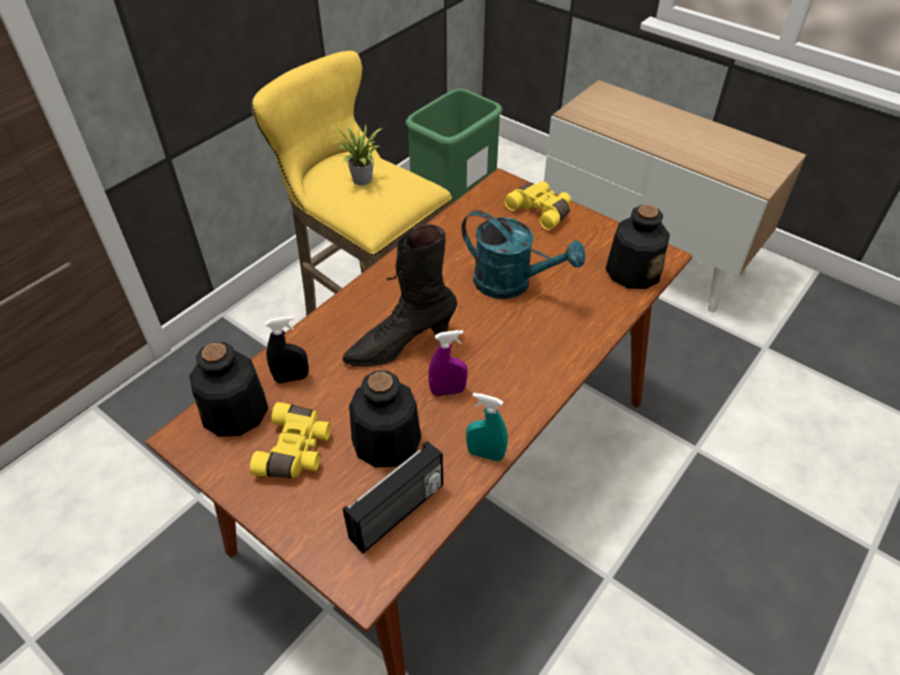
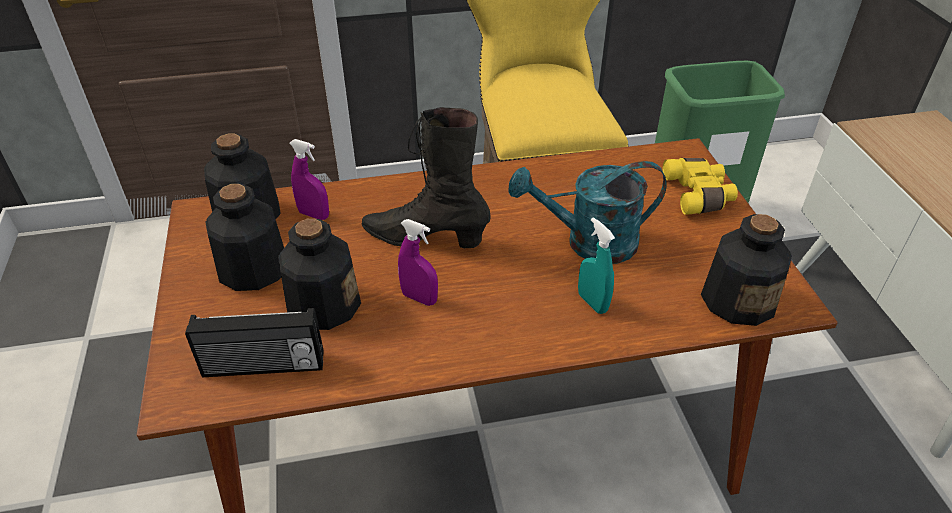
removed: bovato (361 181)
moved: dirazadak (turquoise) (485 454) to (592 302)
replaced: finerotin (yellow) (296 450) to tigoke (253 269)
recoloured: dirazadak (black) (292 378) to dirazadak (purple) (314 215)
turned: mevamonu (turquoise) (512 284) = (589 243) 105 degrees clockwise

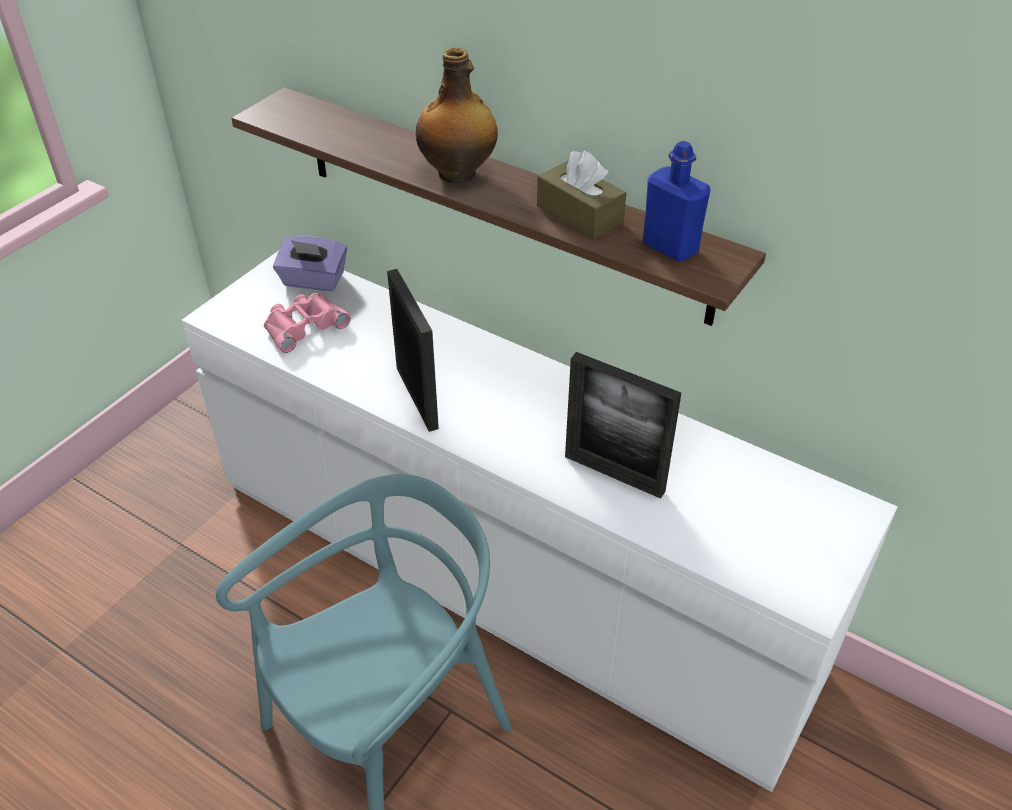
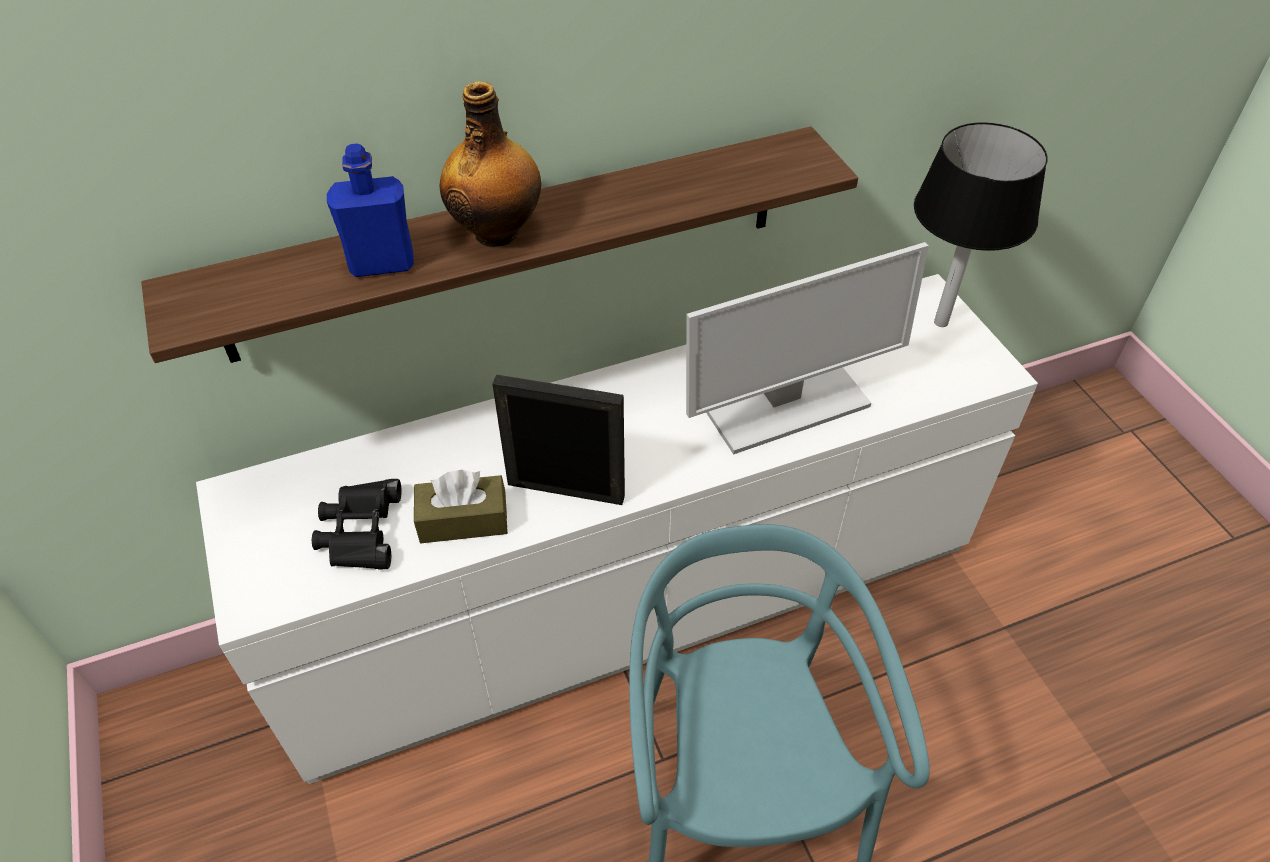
removed: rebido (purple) (313 280)
added: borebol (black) (941 323)
moved: tigoke (blue) (670 247) to (382 264); rebido (brown) (579 214) to (463 520)
replaced: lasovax (614 474) to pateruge (783 406)
recoloured: finerotin (pink) (303 326) to finerotin (black) (359 530)

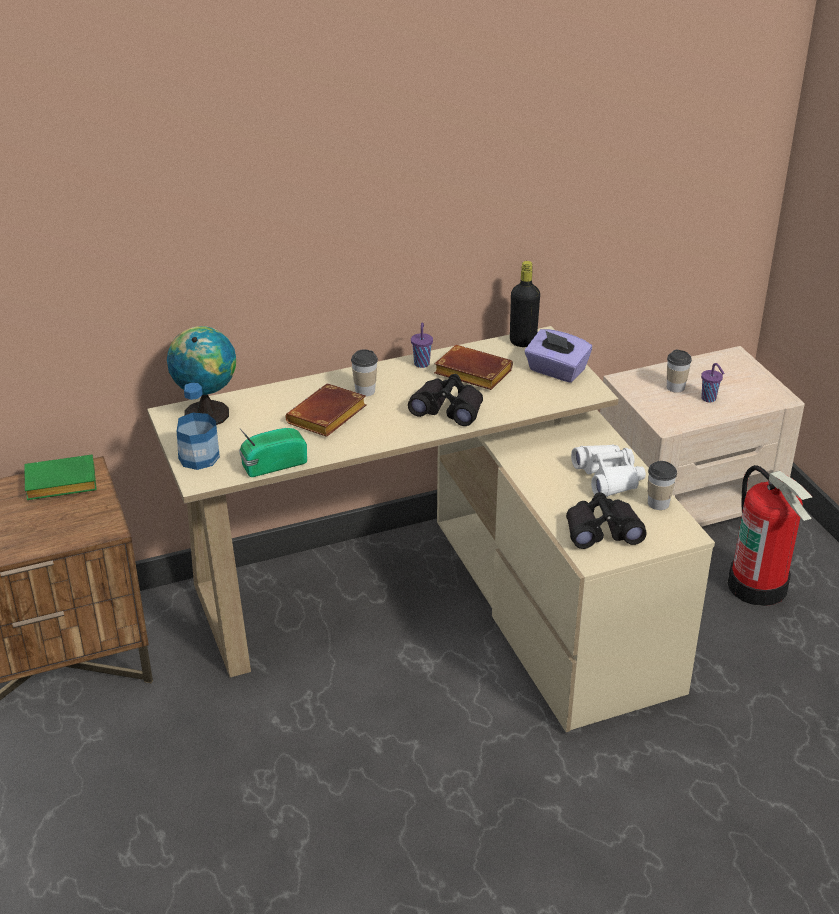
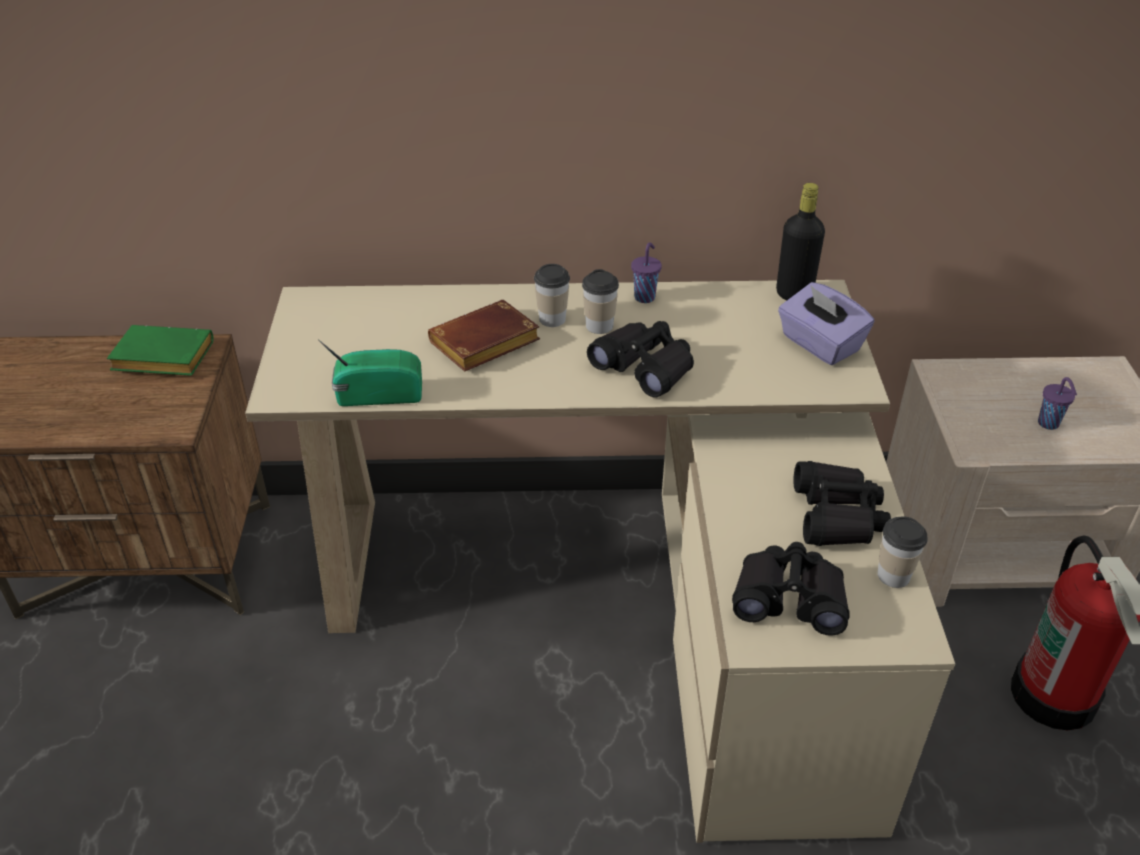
removed: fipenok (207 412); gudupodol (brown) (470 374); tigoke (199 457)
moved: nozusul (675 387) to (599 326)
recoloured: finerotin (white) (608 477) to finerotin (black) (837 515)

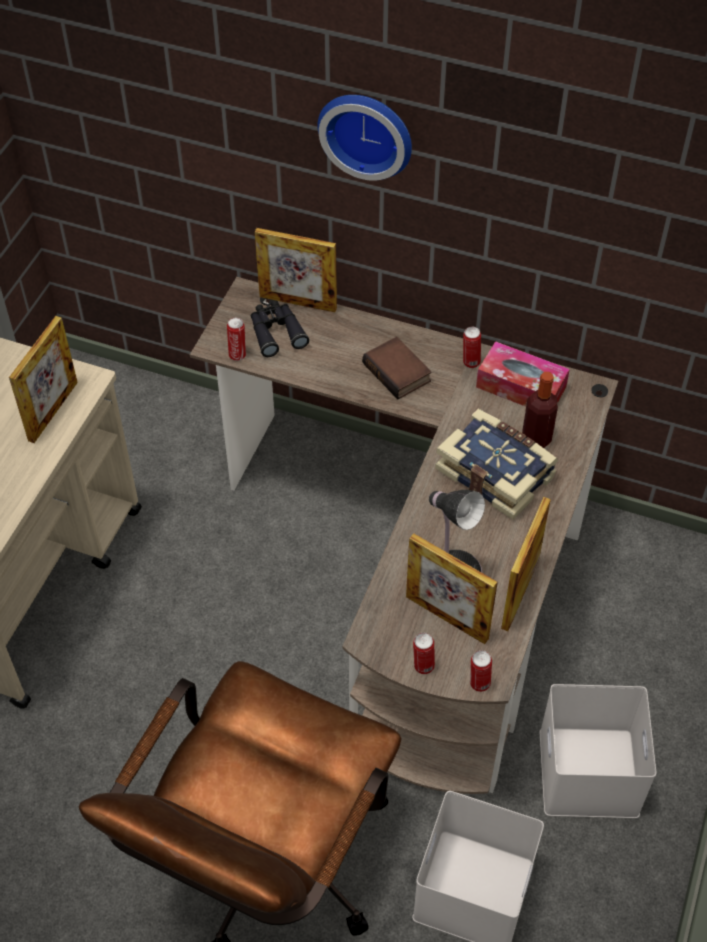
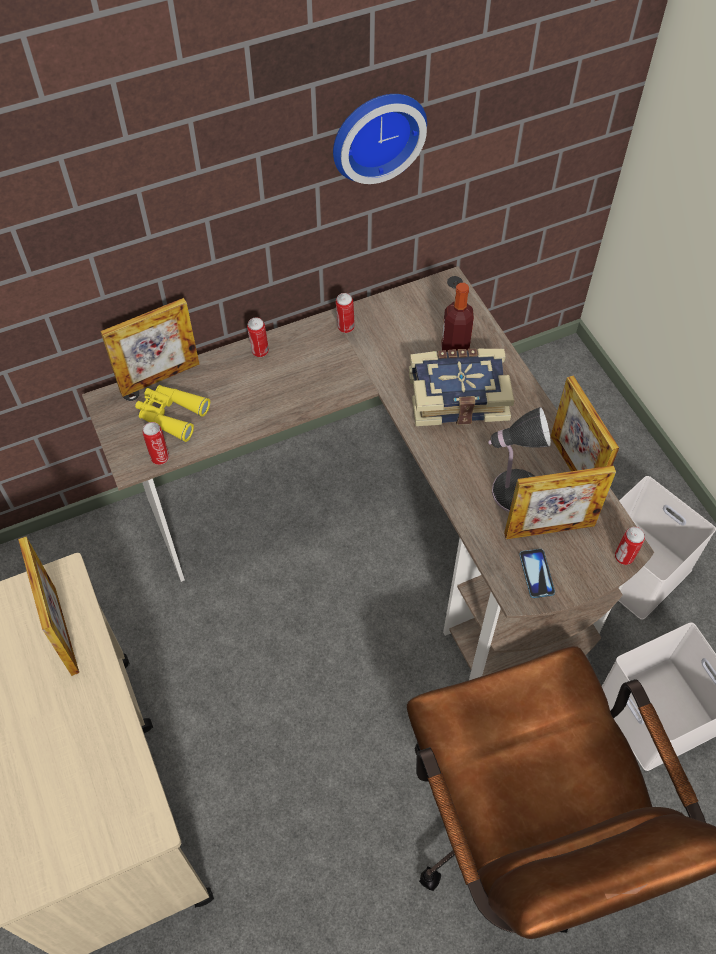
removed: gudupodol (399 372); rebido (521 387)
added: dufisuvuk (536 574)
moved: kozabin (367 132) to (376 133); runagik (423 666) to (259 352)
recoloured: finerotin (black) (276 332) to finerotin (yellow) (171 415)

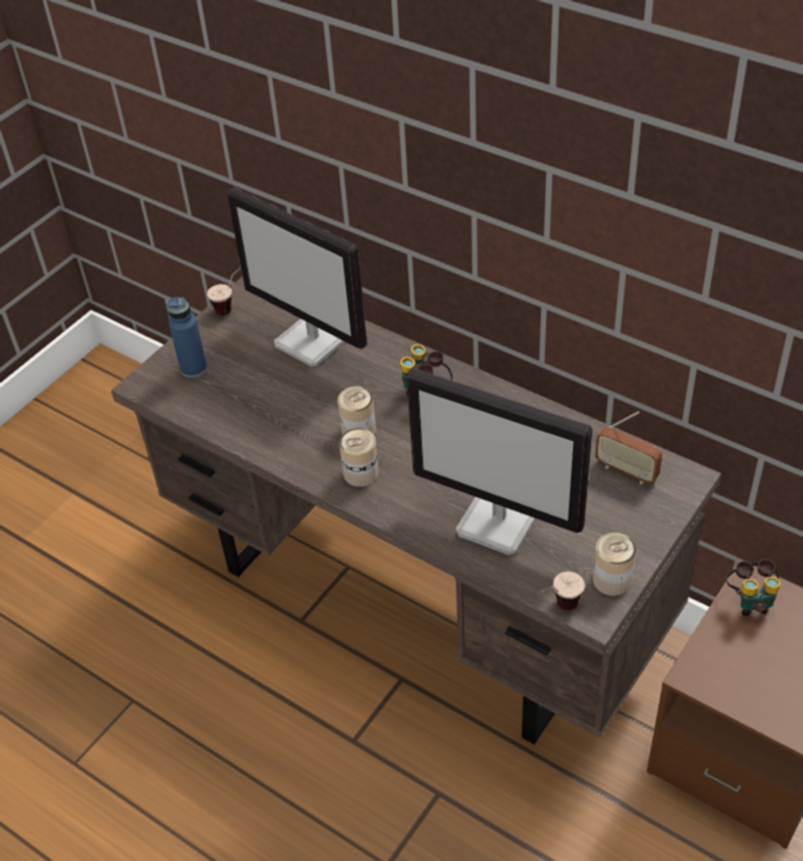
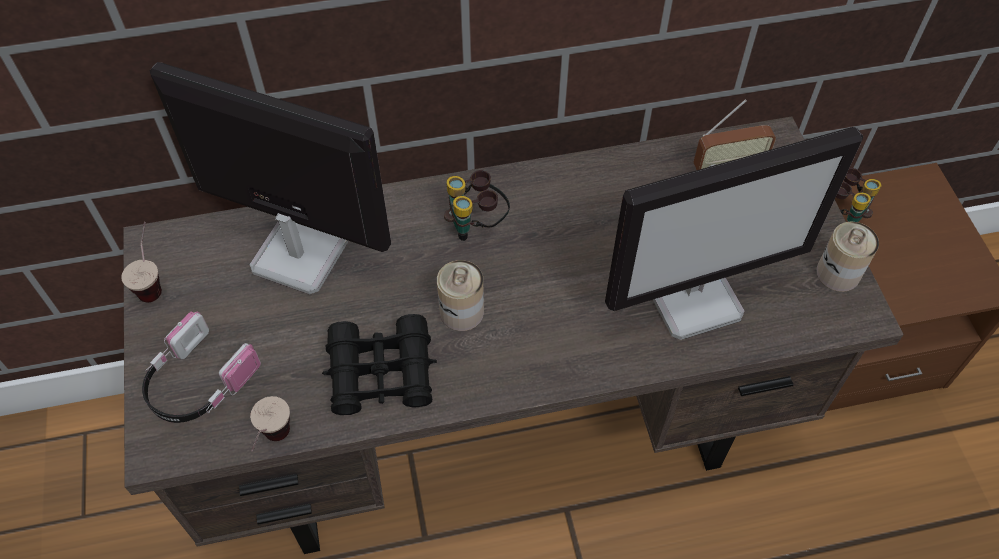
removed: runagik (361 473)
added: finerotin (black) (381 373)
moved: nozusul (557 609) to (273 444)
replaced: tigoke (blue) (193 368) to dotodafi (198 383)
turned: pateruge (313 341) = (297 255) 150 degrees counterclockwise

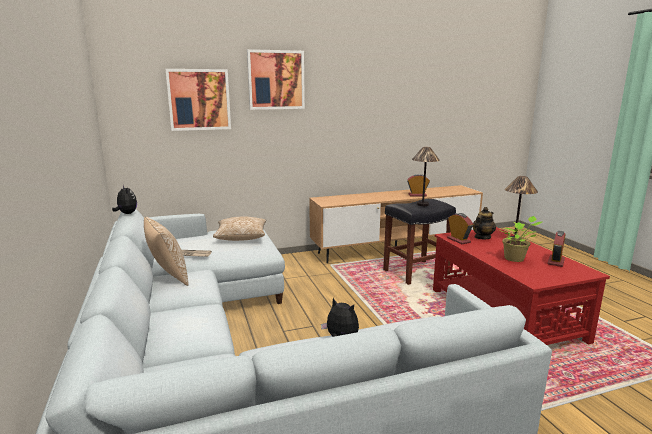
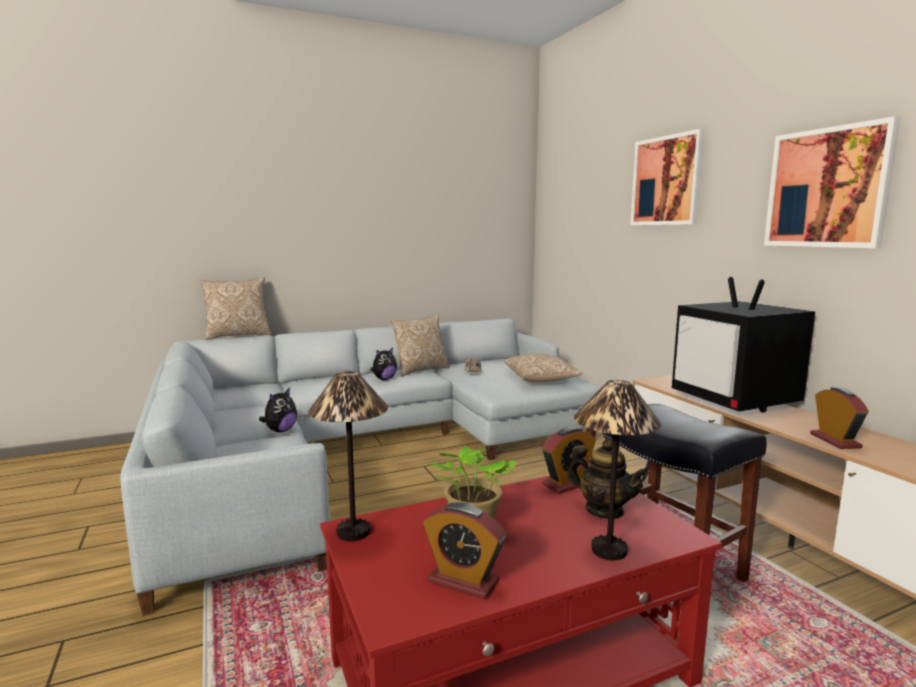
added: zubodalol (735 401); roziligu (238 335)
moved: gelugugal (199 99) to (827 188); borebol (423 204) to (354 532); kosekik (126 213) to (384 379)

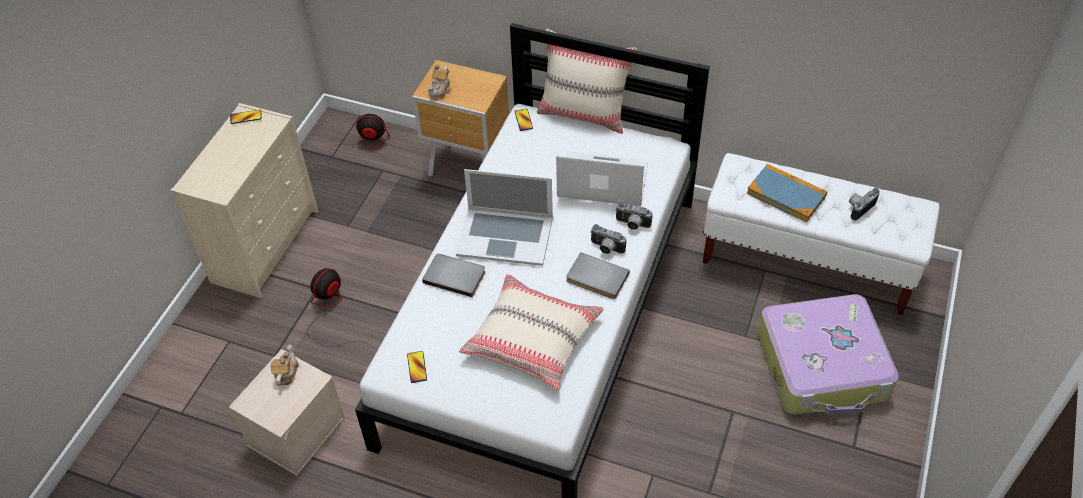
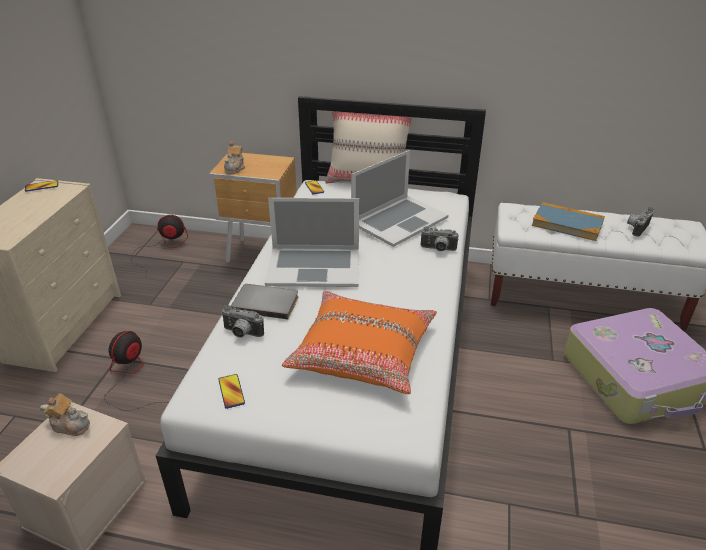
removed: gudupodol (grey) (596 279)
moved: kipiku (606 248) to (241 333)
recoloured: roziligu (beige) (532 339) to roziligu (orange) (363 352)
turned: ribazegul (602 180) = (399 220) 135 degrees clockwise; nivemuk (286 373) = (70 425) 105 degrees clockwise

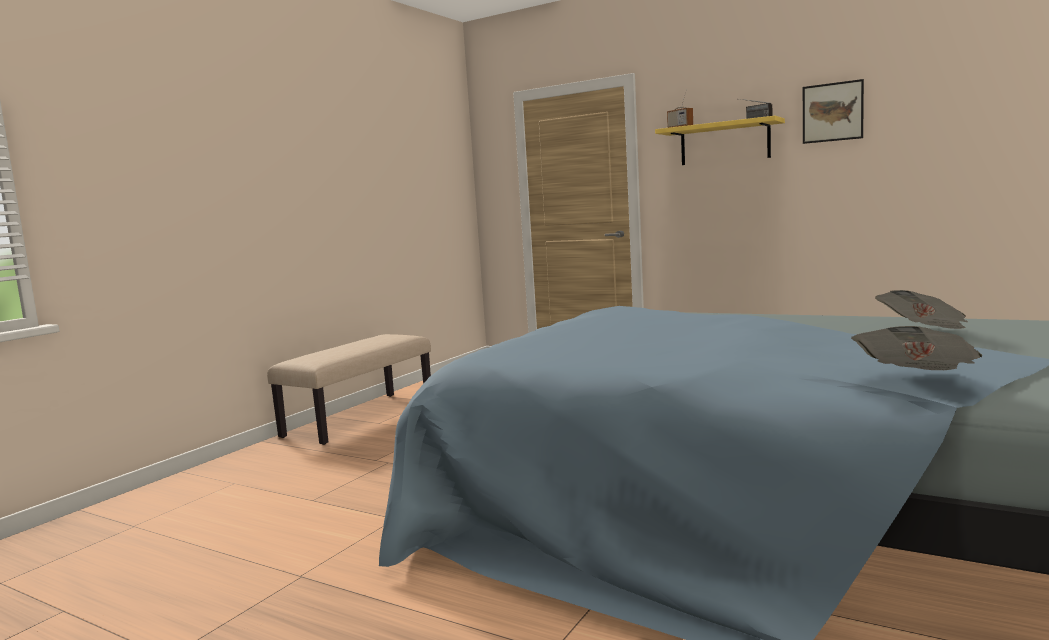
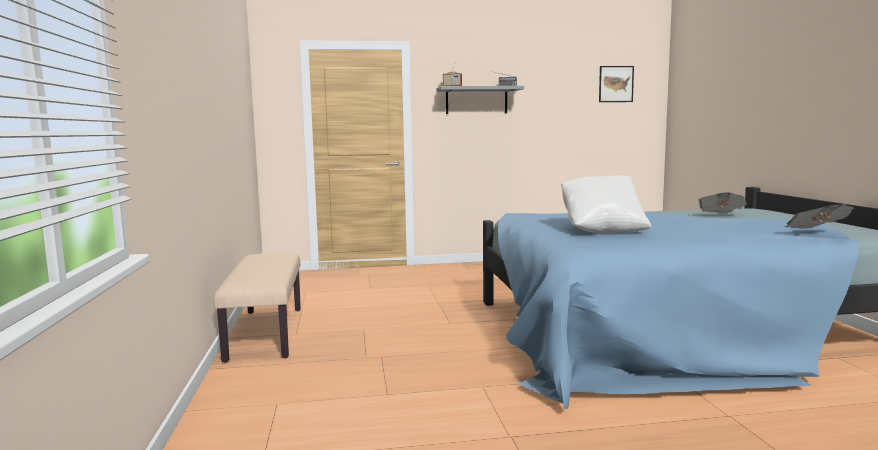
added: roziligu (white) (602 230)
moved: gelugugal (832 112) to (616 84)
recoloured: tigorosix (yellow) (724 143) to tigorosix (grey) (476 100)

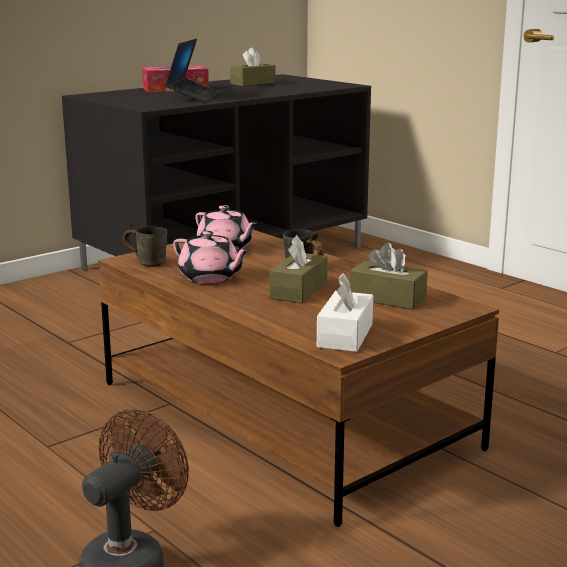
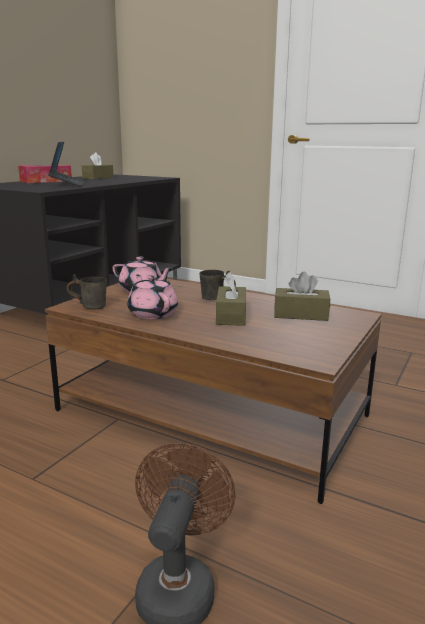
removed: rebido (white) (345 335)
turned: nivemuk (pink) (210 277) = (152 313) 135 degrees counterclockwise

